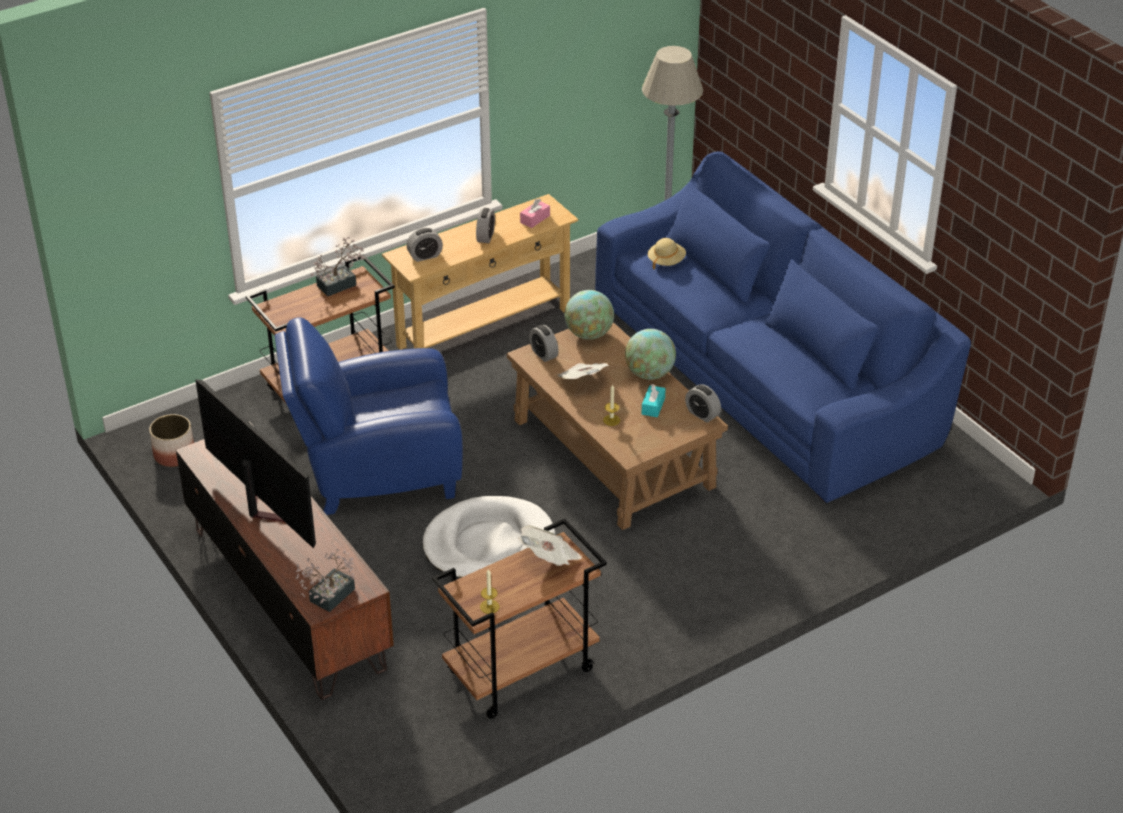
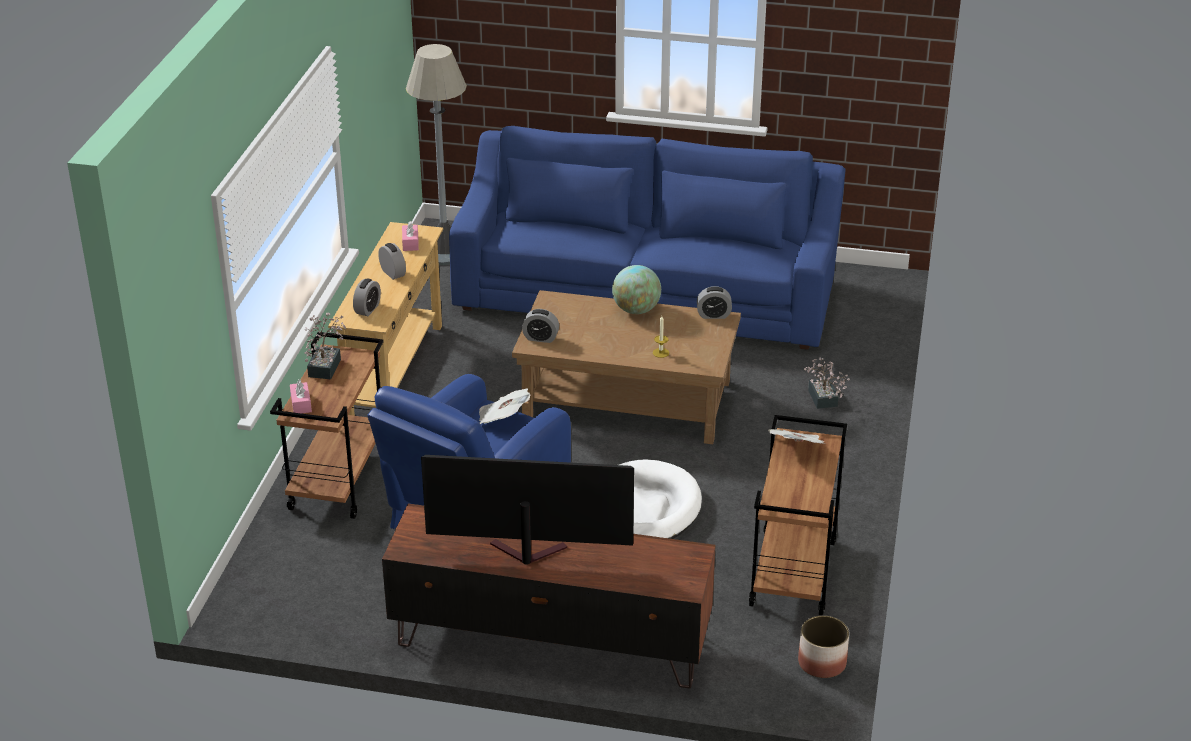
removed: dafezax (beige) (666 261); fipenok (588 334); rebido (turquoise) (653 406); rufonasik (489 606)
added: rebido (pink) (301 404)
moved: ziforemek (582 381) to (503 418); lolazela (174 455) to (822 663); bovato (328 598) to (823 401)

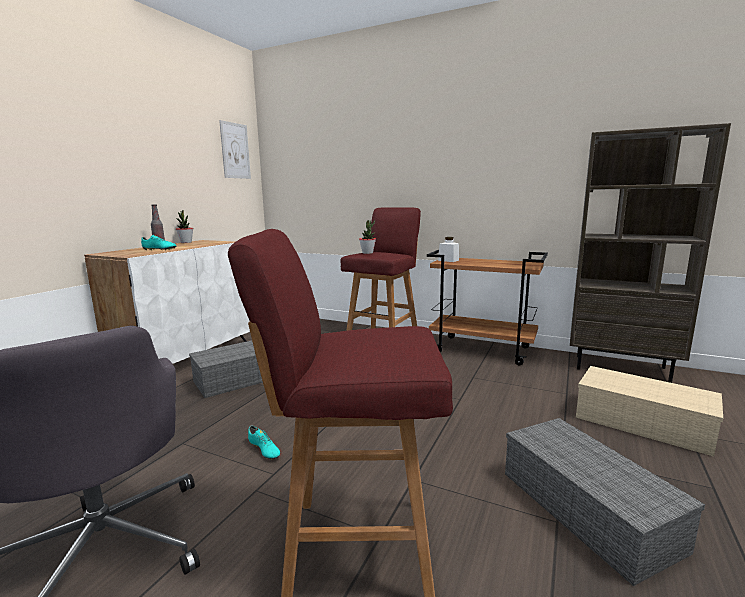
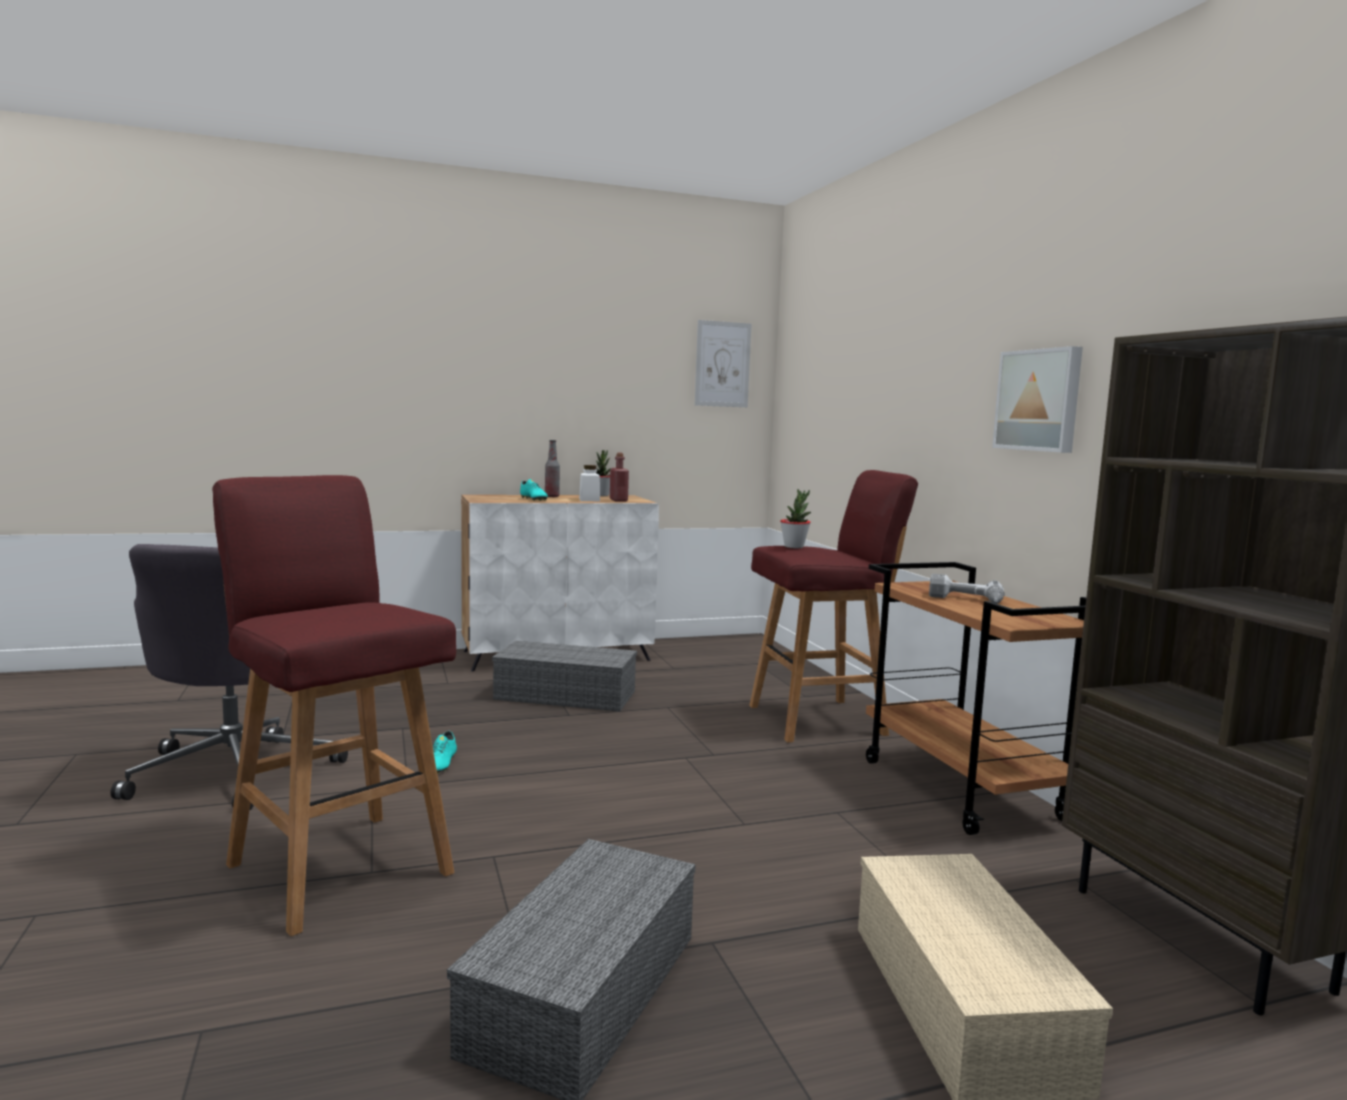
added: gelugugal (1039 400); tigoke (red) (618 500); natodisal (965 600)
moved: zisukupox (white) (448 260) to (589 500)

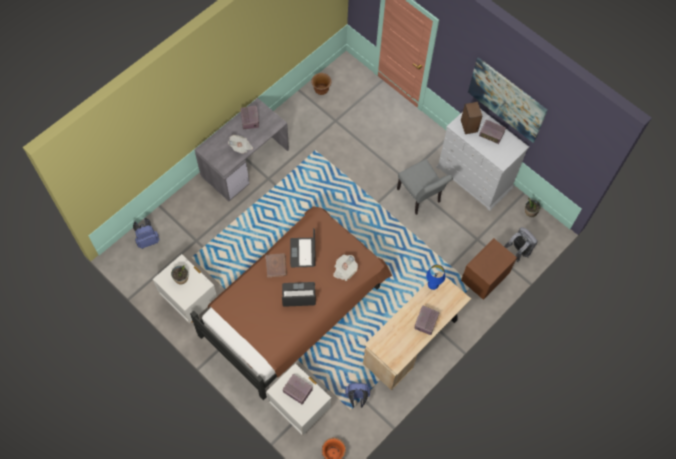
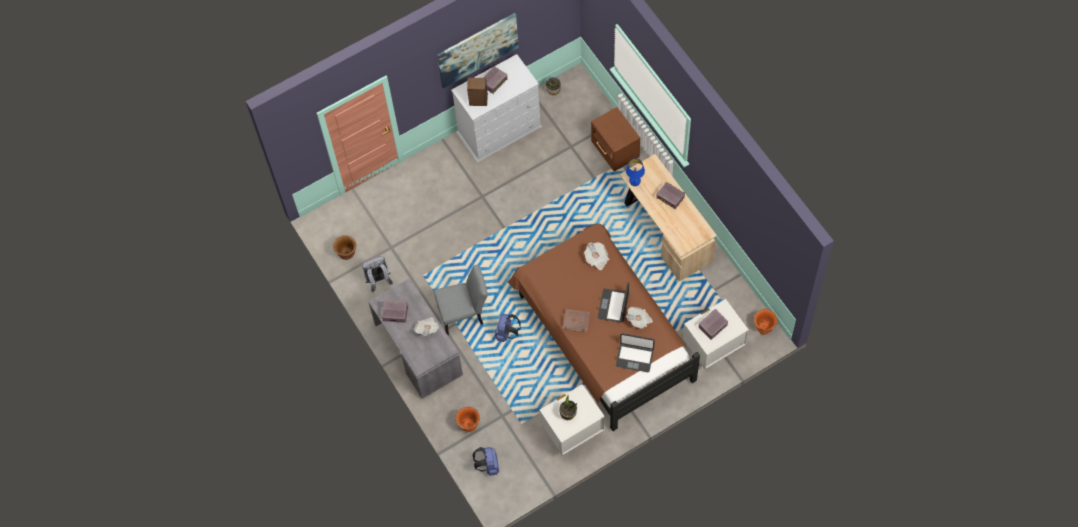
added: ziforemek (639 320); lolazela (orange) (468 425)
moved: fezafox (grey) (420 198) to (464 314); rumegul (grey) (518 251) to (378 281); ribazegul (303 253) to (634 357); rumegul (blue) (357 397) to (507 333)

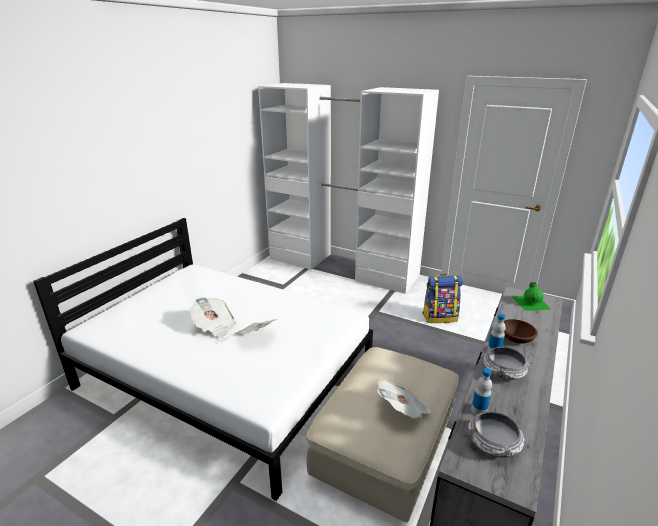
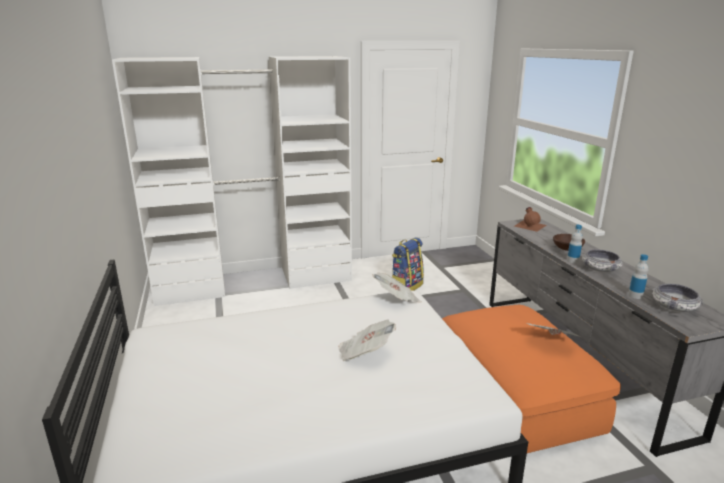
moved: ziforemek (214 326) to (396 299)
recoloured: tigoke (green) (531 302) to tigoke (brown) (529 225); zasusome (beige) (384 442) to zasusome (orange) (513 396)

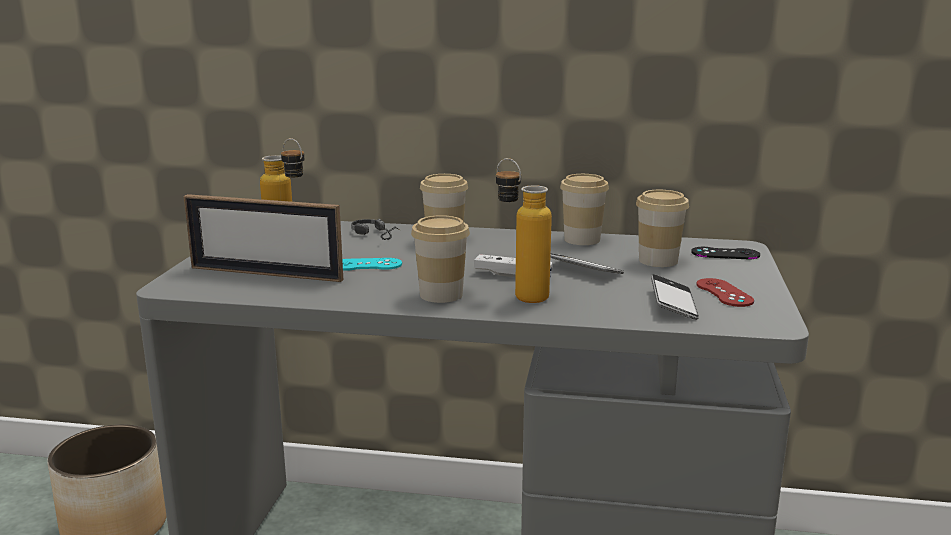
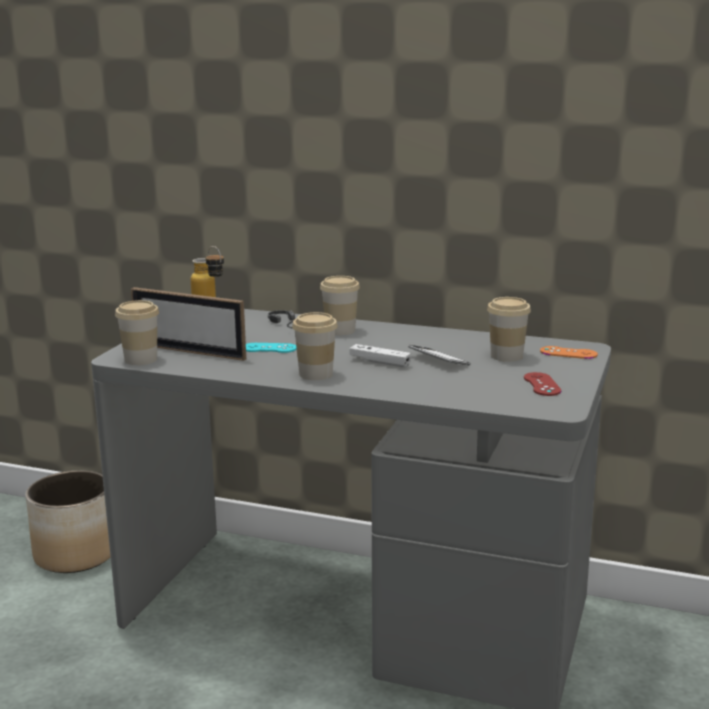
removed: tigoke (520 295); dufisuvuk (673 304)
moved: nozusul (582 239) to (141 359)
recoloured: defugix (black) (725 254) to defugix (orange) (568 353)

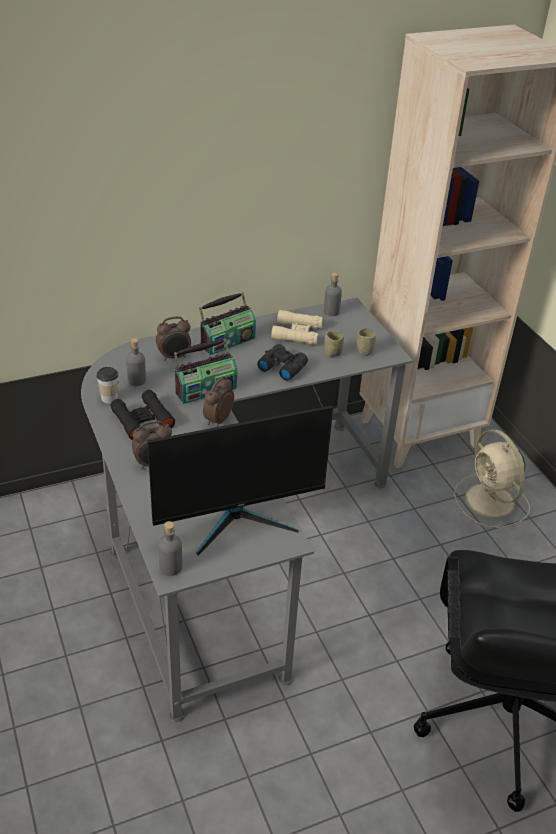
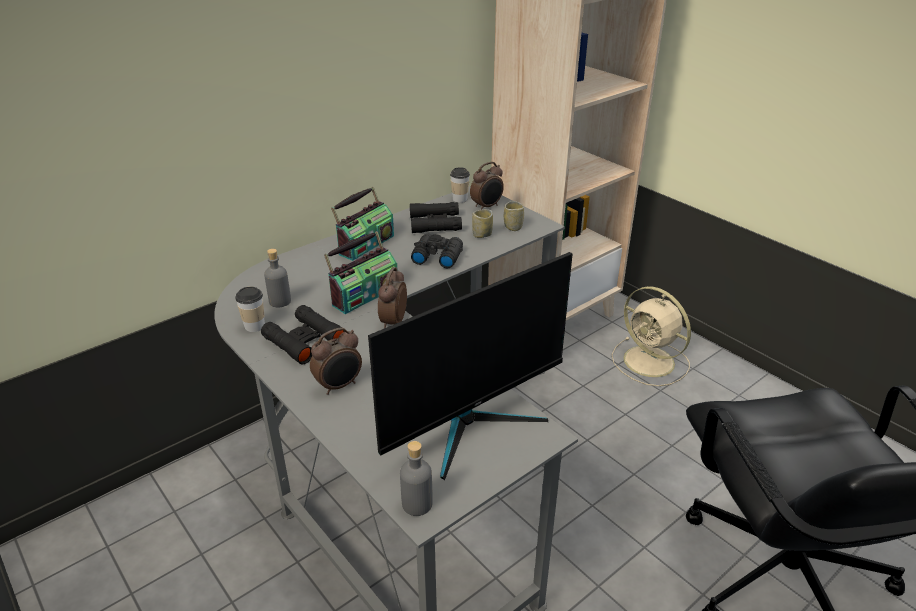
moved: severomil (174 357) to (487 207)
replaced: tigoke (grey) (331 312) to nozusul (460 199)
recoloured: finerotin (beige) (297 332) to finerotin (black) (435 223)

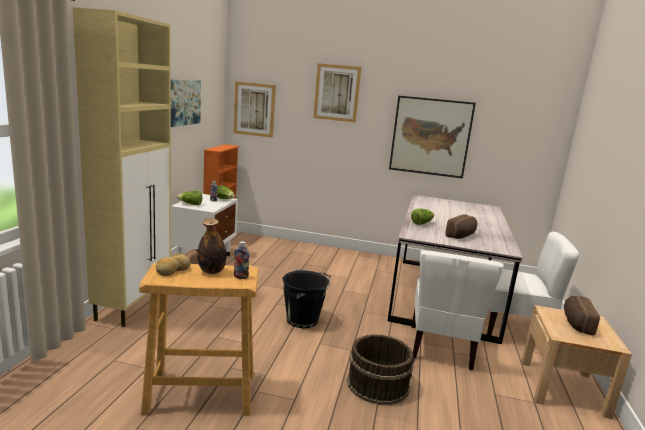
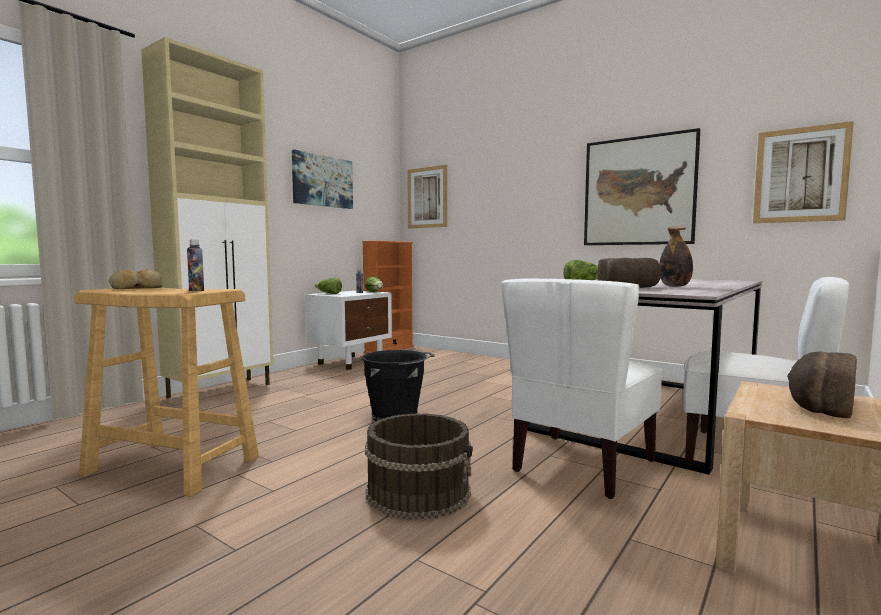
moved: gelugugal (337 93) to (800 175); tigoke (211 271) to (675 286)

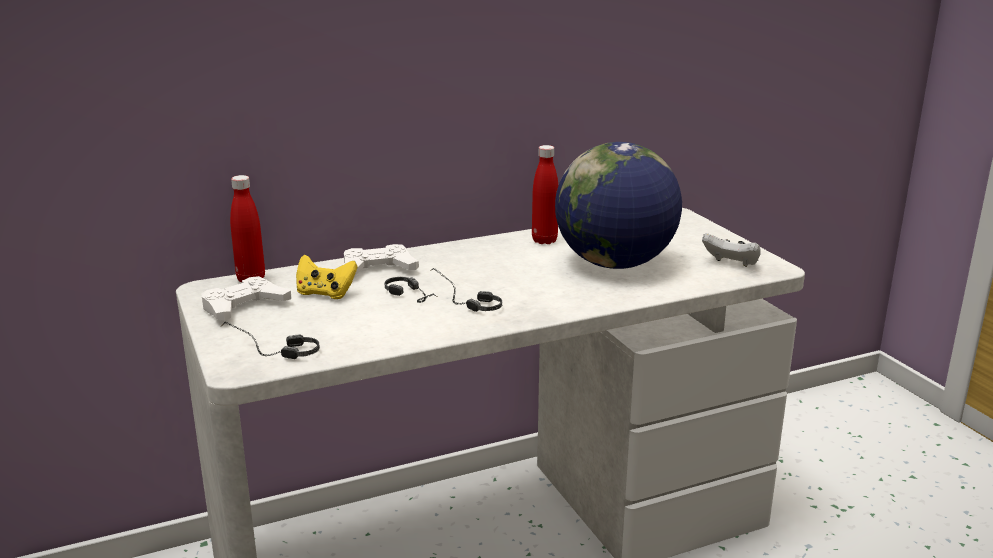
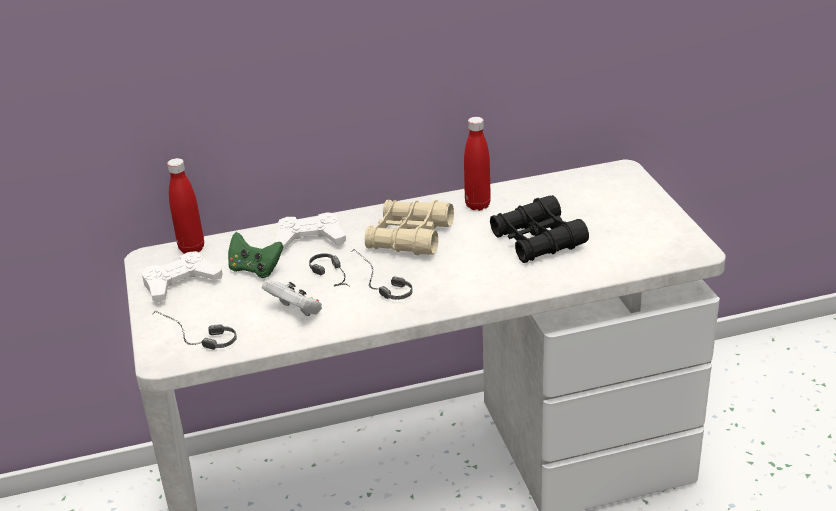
added: finerotin (beige) (409 237)
moved: defugix (white) (731 264) to (296 311)
replaced: fipenok (615 264) to finerotin (black) (537 240)
recoloured: defugix (yellow) (325 293) to defugix (green) (255 269)

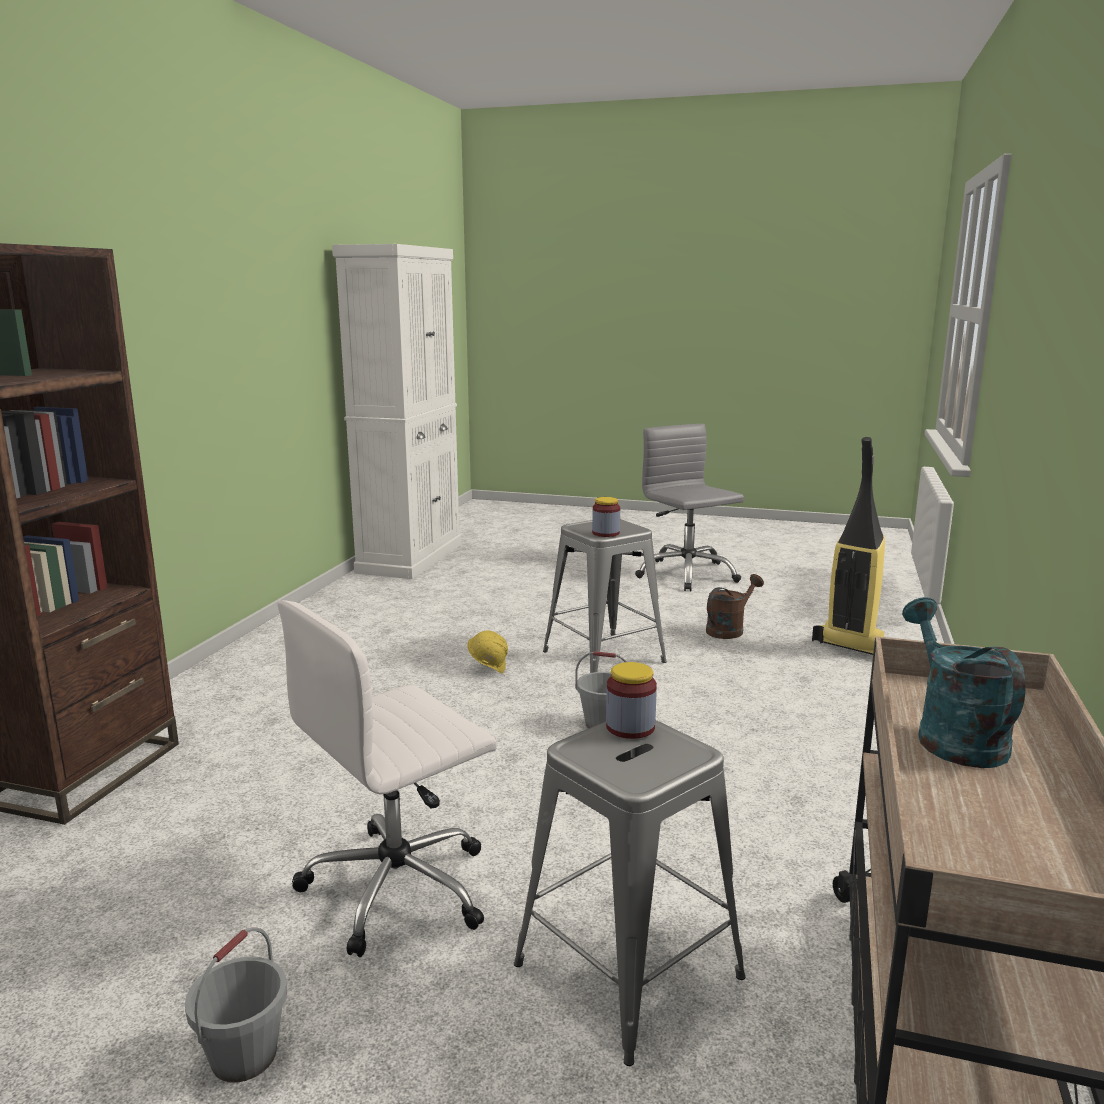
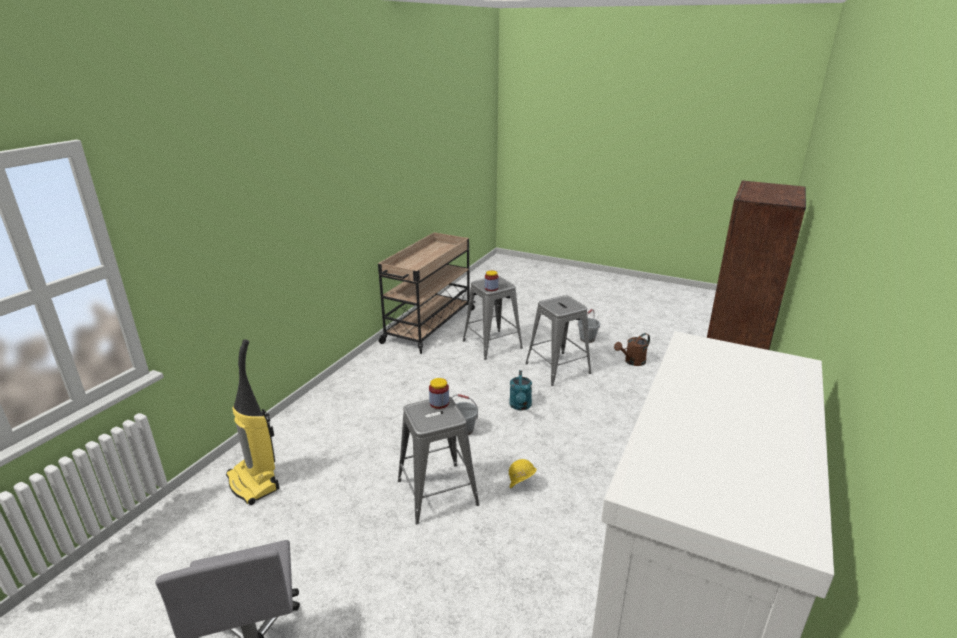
moved: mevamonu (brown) (729 630) to (632 362); mevamonu (turquoise) (952 736) to (520 406)
replaced: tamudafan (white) (400 887) to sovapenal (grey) (557 368)

